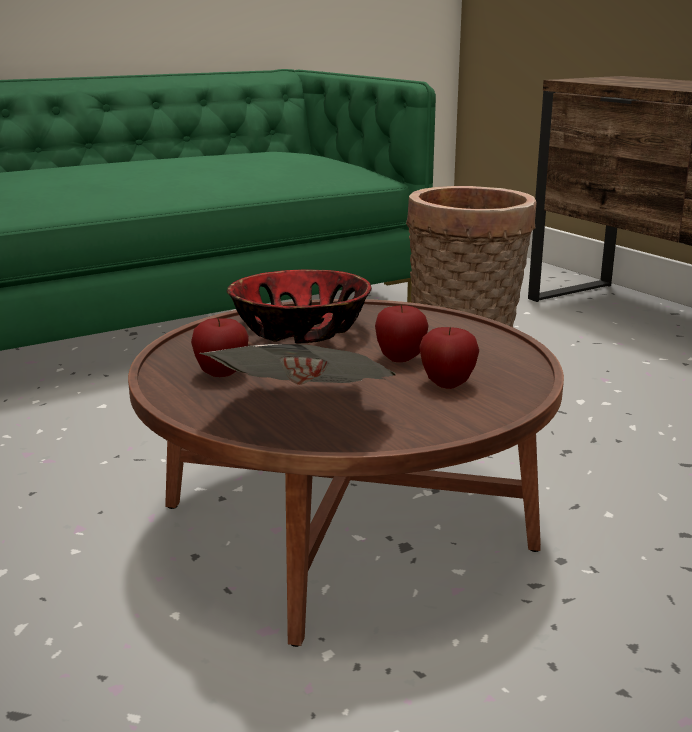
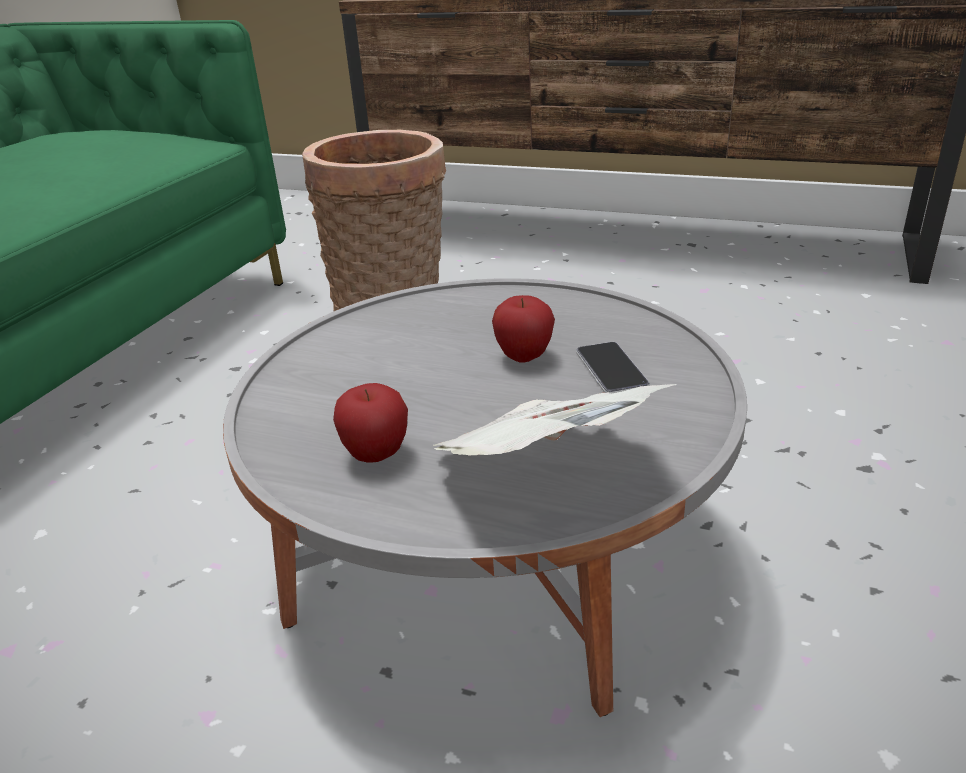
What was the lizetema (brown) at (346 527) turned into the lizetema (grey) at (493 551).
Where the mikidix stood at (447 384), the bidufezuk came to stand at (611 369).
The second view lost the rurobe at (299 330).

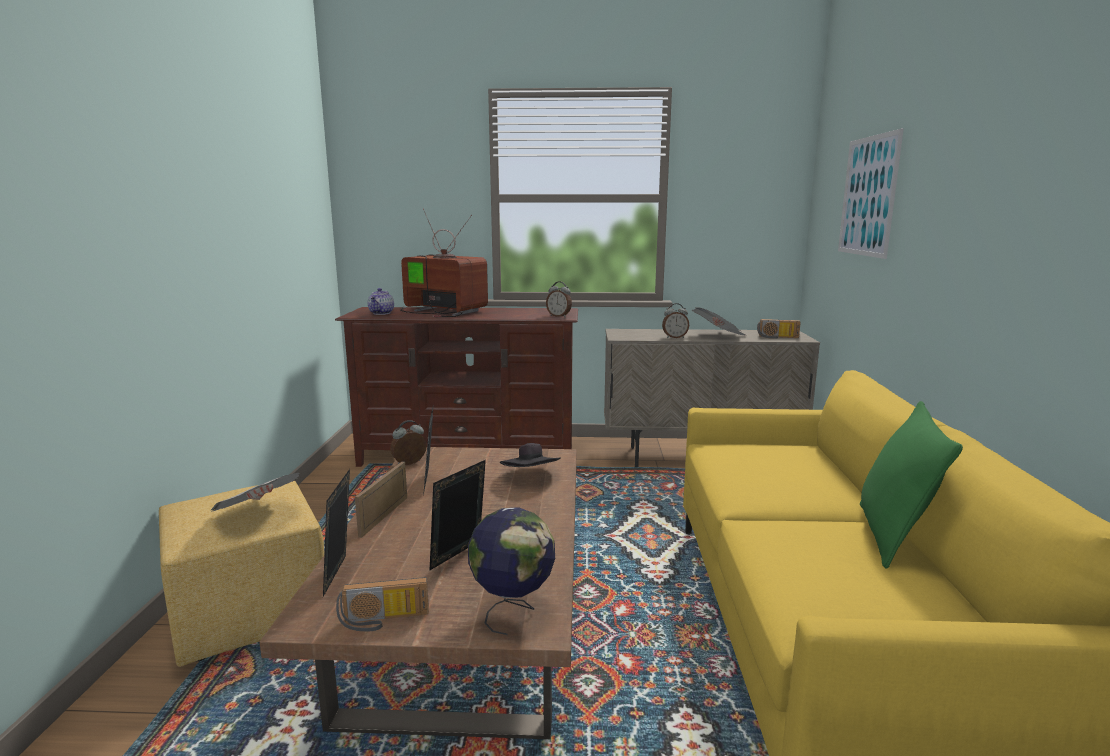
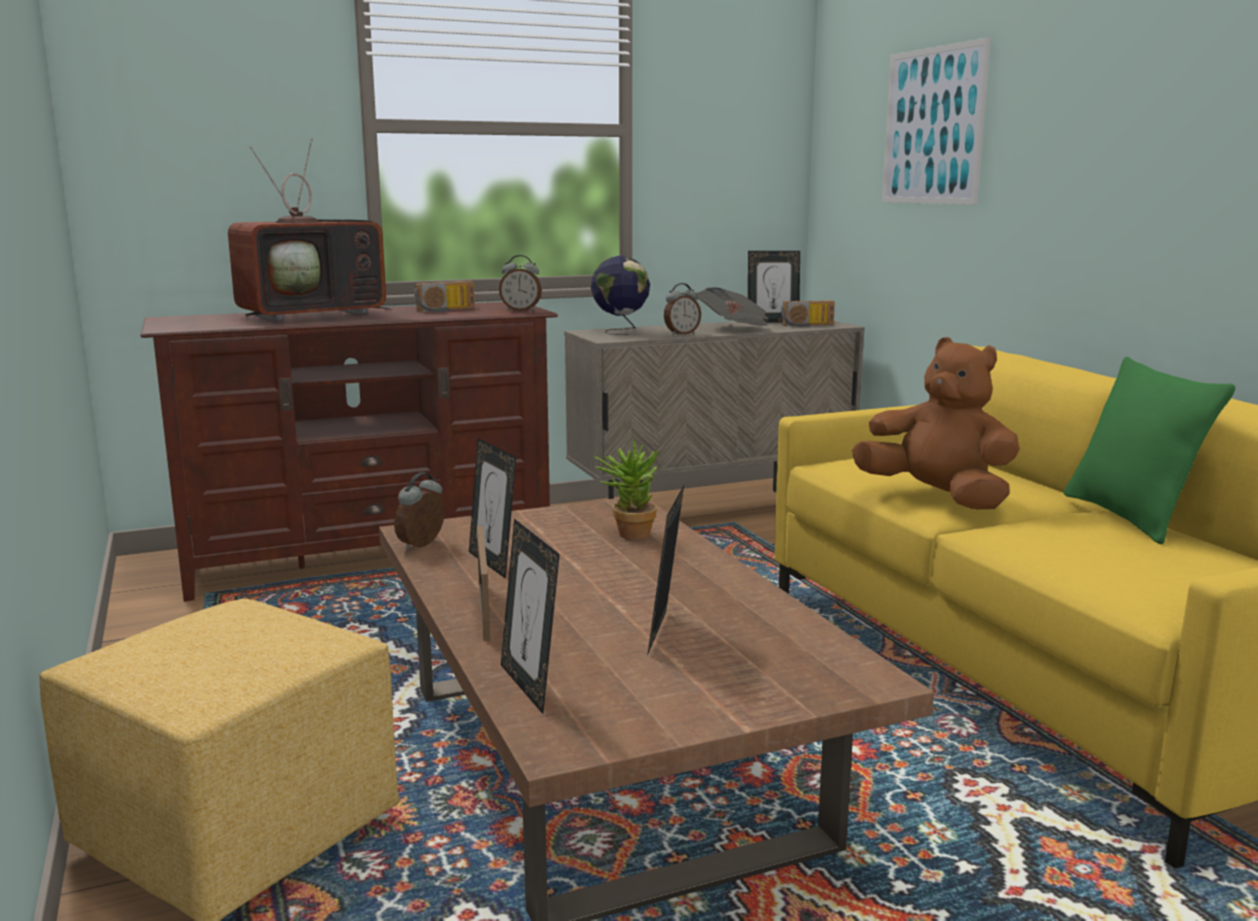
The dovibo at (441 311) ended up facing another way, 135 degrees clockwise from before.
The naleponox ended up elsewhere, having gone from (383 621) to (446 310).
The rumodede ended up elsewhere, having gone from (512 611) to (620 331).
Where the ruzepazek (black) stood at (531 477), the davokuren came to stand at (628 533).
The second view gained the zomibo at (772 321).
The second view gained the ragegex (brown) at (937 497).
The second view lost the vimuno at (258 513).
The second view lost the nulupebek at (382 313).

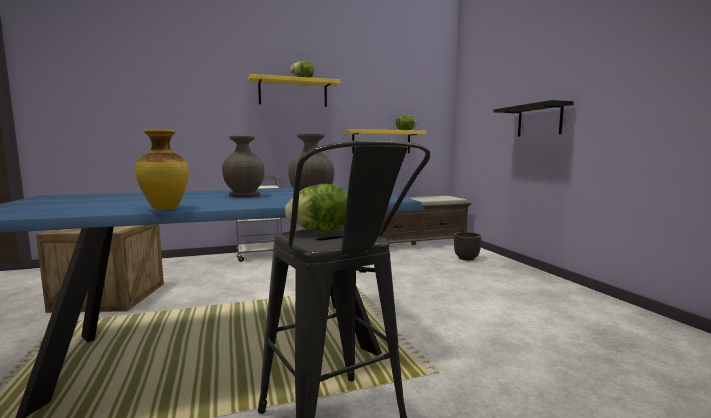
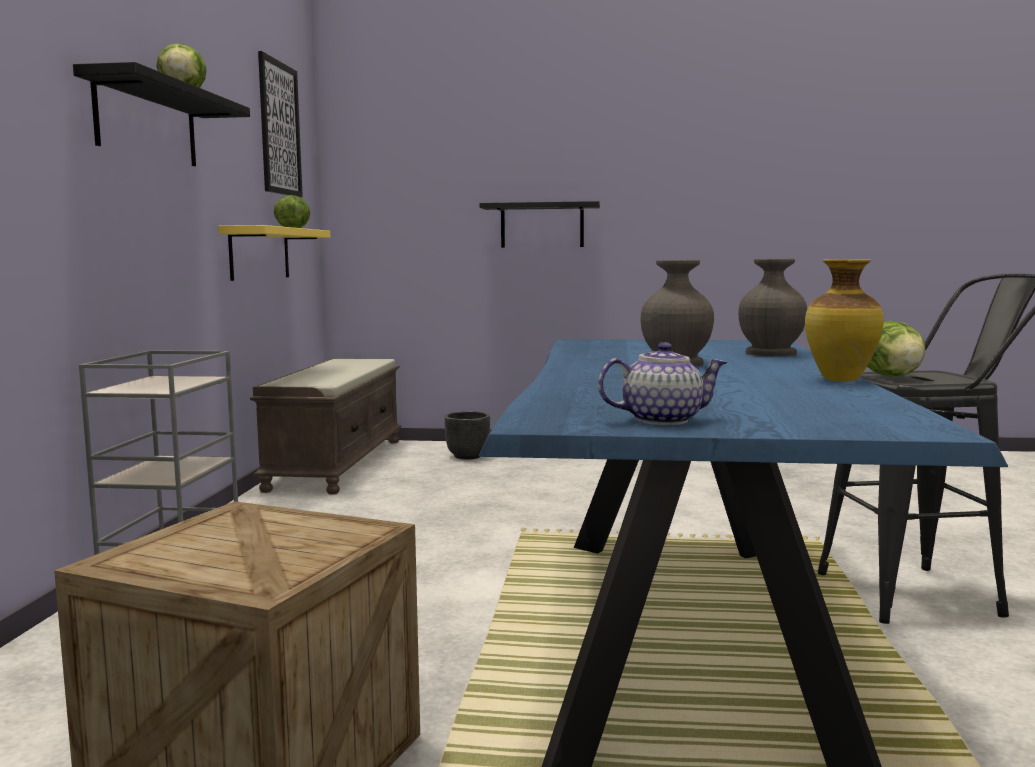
What was the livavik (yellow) at (293 93) turned into the livavik (black) at (147 123).
The second view gained the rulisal at (279 128).
The second view gained the nulupebek at (662 420).

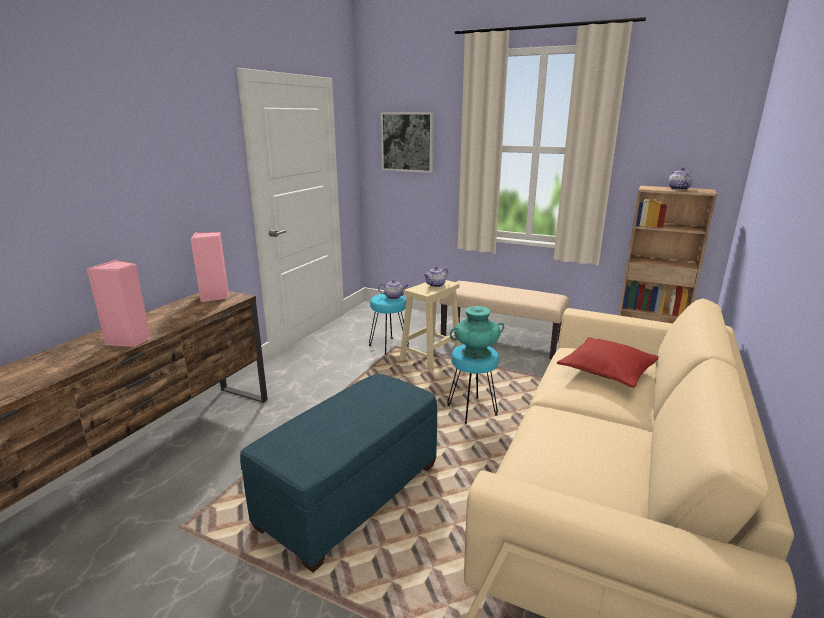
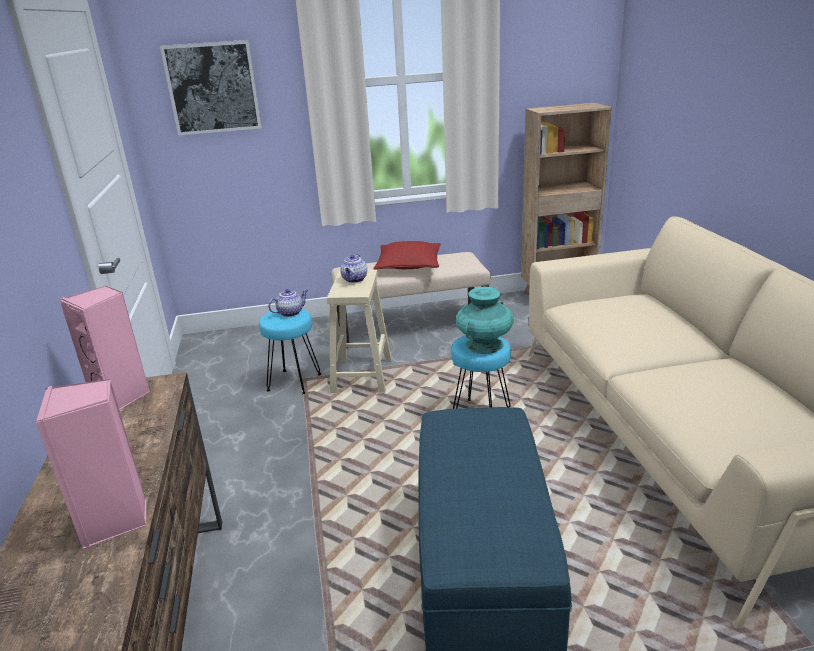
The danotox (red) ended up elsewhere, having gone from (607 371) to (409 265).
The second view lost the nulupebek at (678 189).

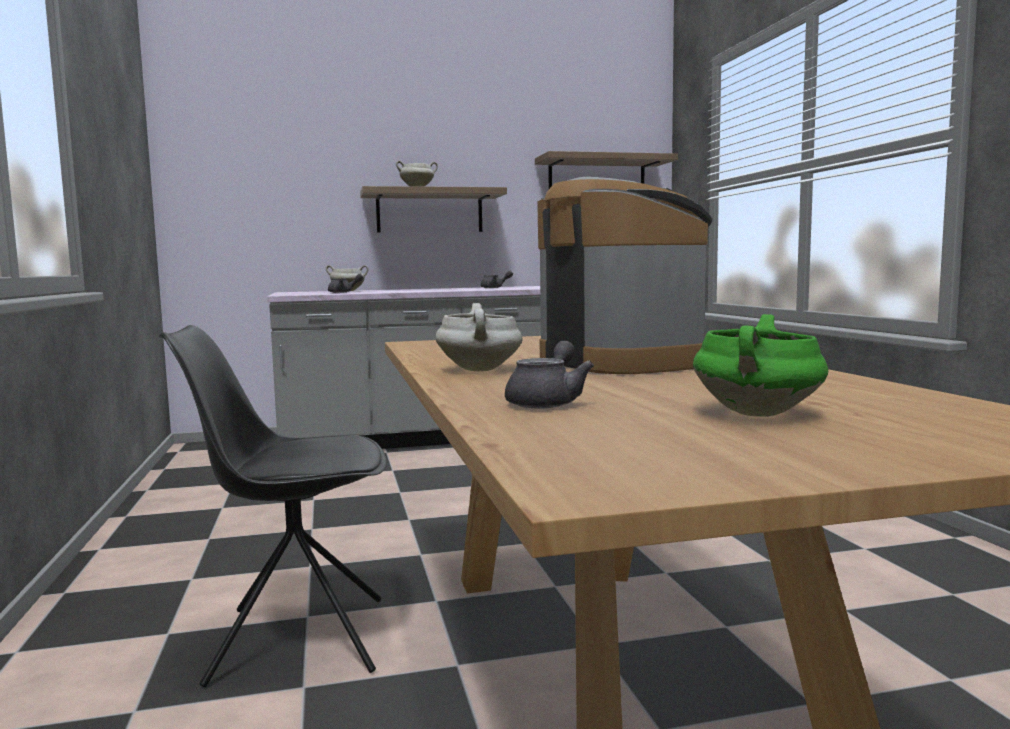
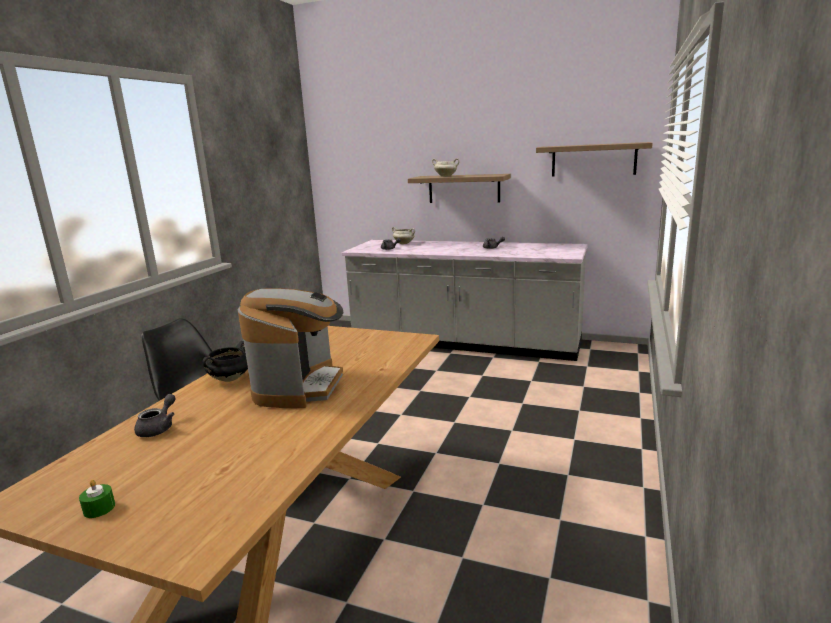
The second view gained the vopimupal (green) at (99 508).
The nulupebek (grey) at (548 402) ended up facing another way, 45 degrees counterclockwise from before.
What was the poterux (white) at (481 370) turned into the poterux (black) at (230 379).
The second view lost the poterux (green) at (758 413).

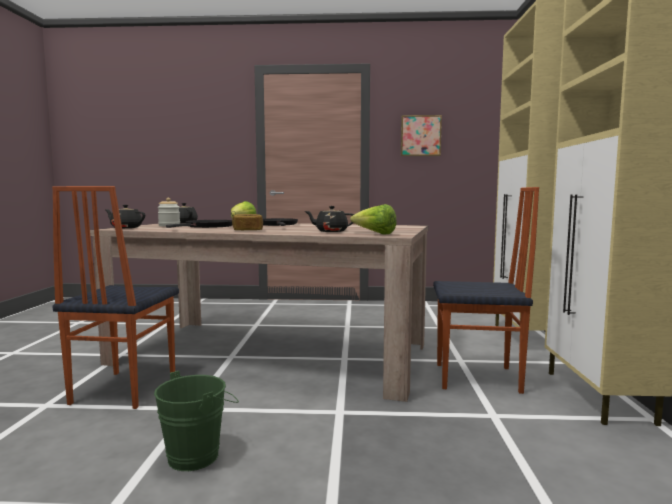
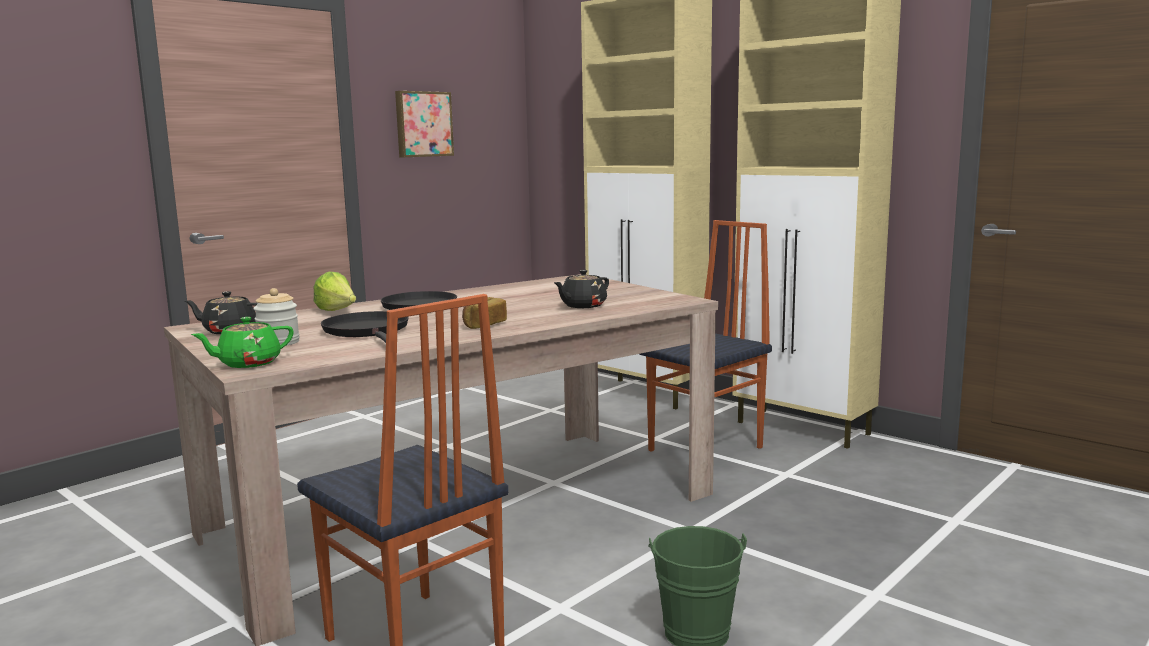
What was the nulupebek (black) at (126 228) turned into the nulupebek (green) at (248 363).
The second view lost the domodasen at (375 234).

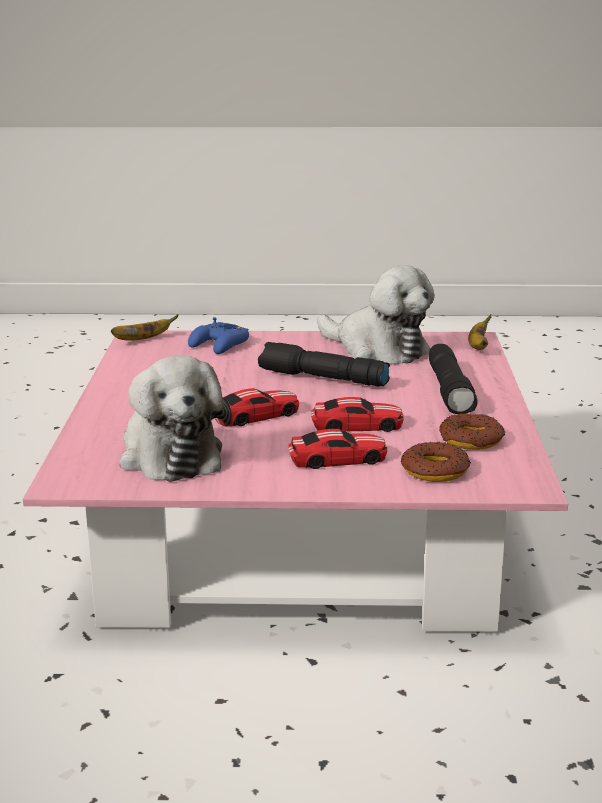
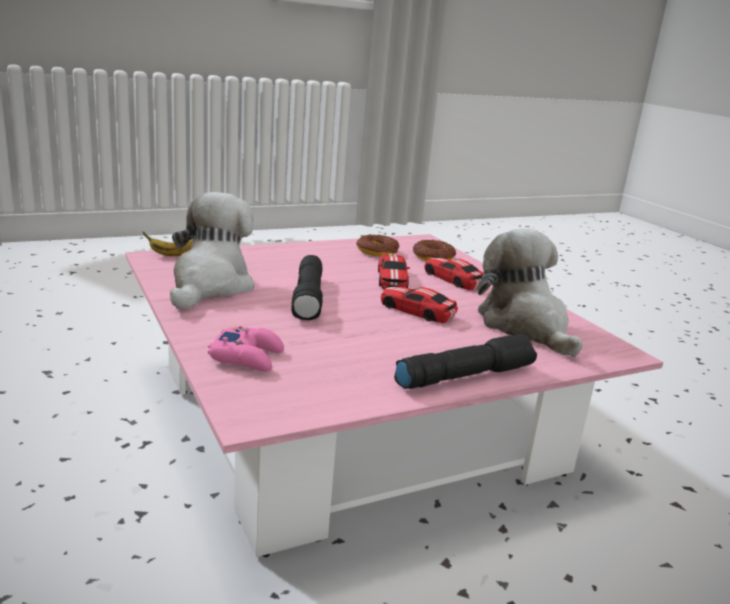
What was the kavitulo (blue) at (219 345) turned into the kavitulo (pink) at (247 357).
The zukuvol at (356 425) ended up facing another way, 150 degrees counterclockwise from before.
The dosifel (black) ended up elsewhere, having gone from (451 391) to (464 376).
The ragegex at (169 455) ended up facing another way, 60 degrees counterclockwise from before.
The second view lost the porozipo at (142 340).

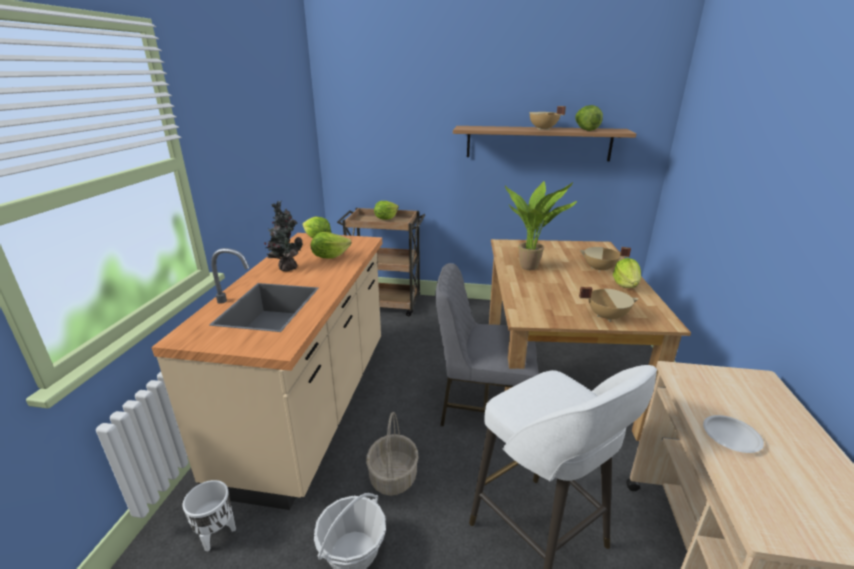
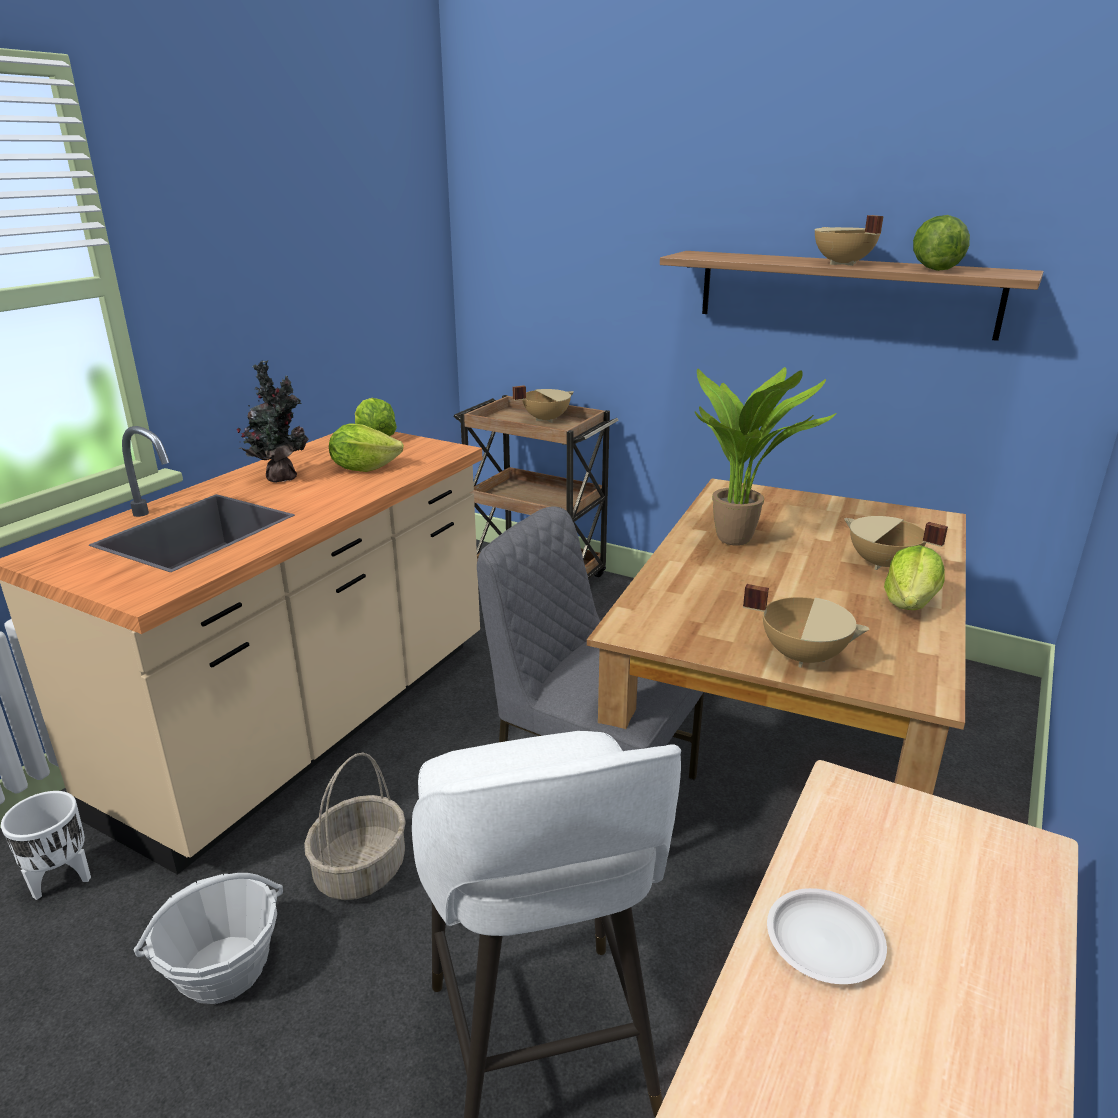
Where the domodasen stood at (386 218), the poterux (beige) came to stand at (545 419).

